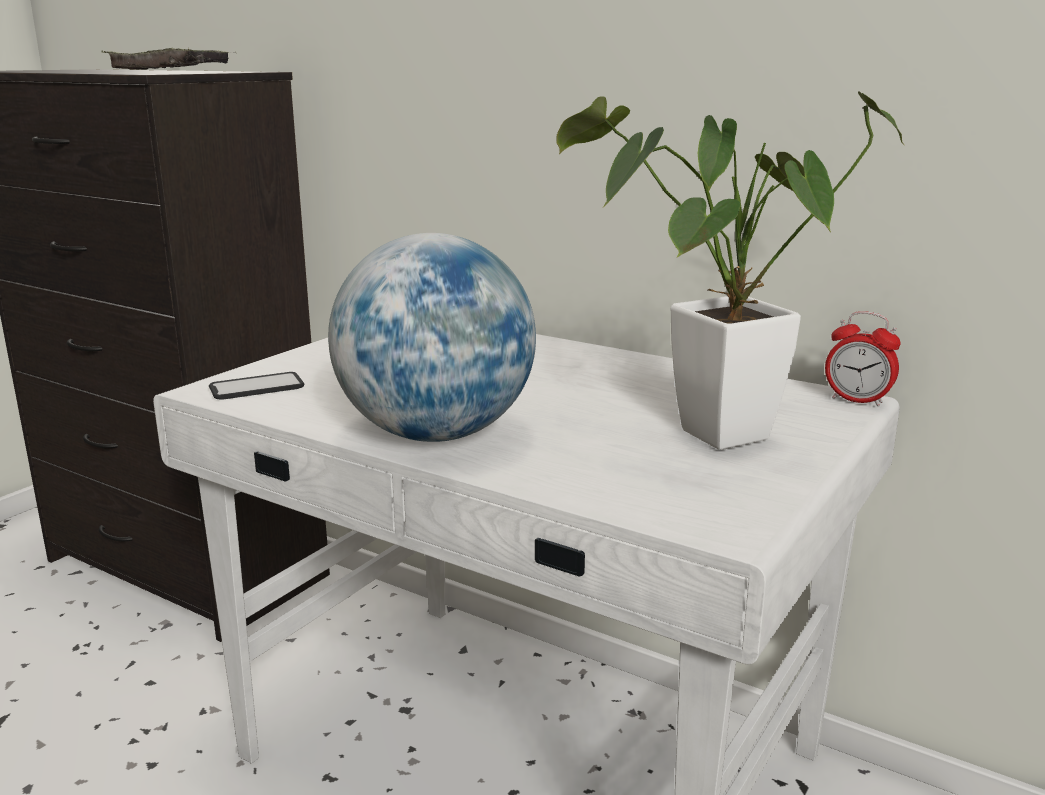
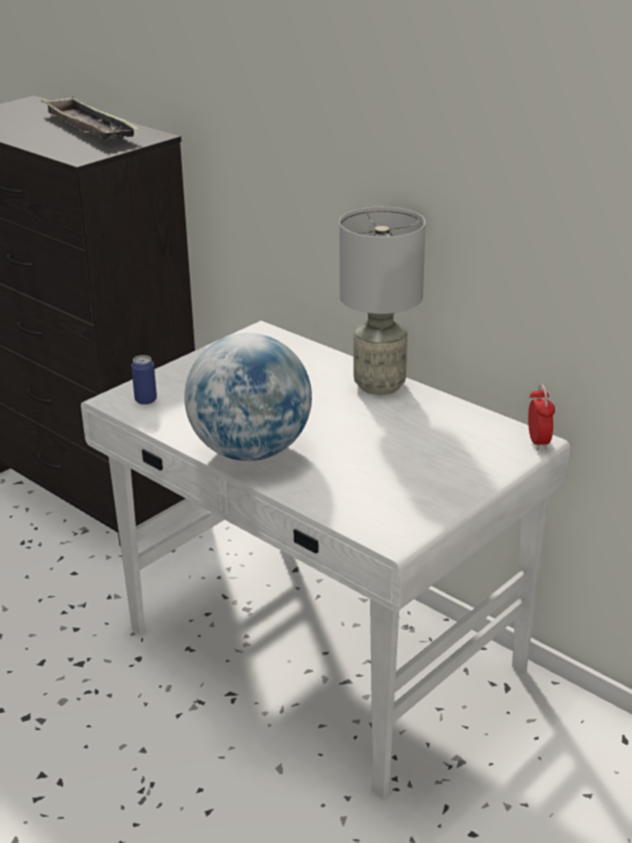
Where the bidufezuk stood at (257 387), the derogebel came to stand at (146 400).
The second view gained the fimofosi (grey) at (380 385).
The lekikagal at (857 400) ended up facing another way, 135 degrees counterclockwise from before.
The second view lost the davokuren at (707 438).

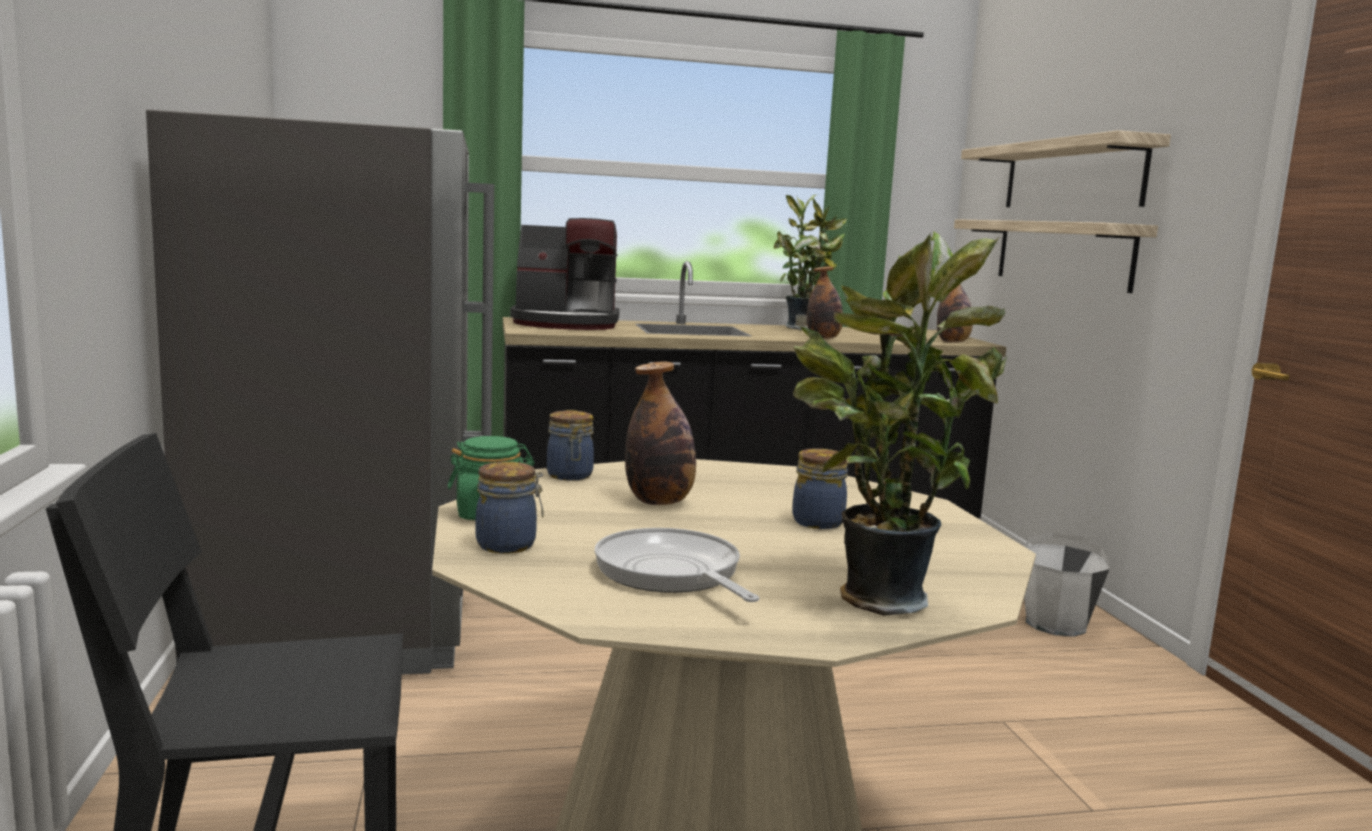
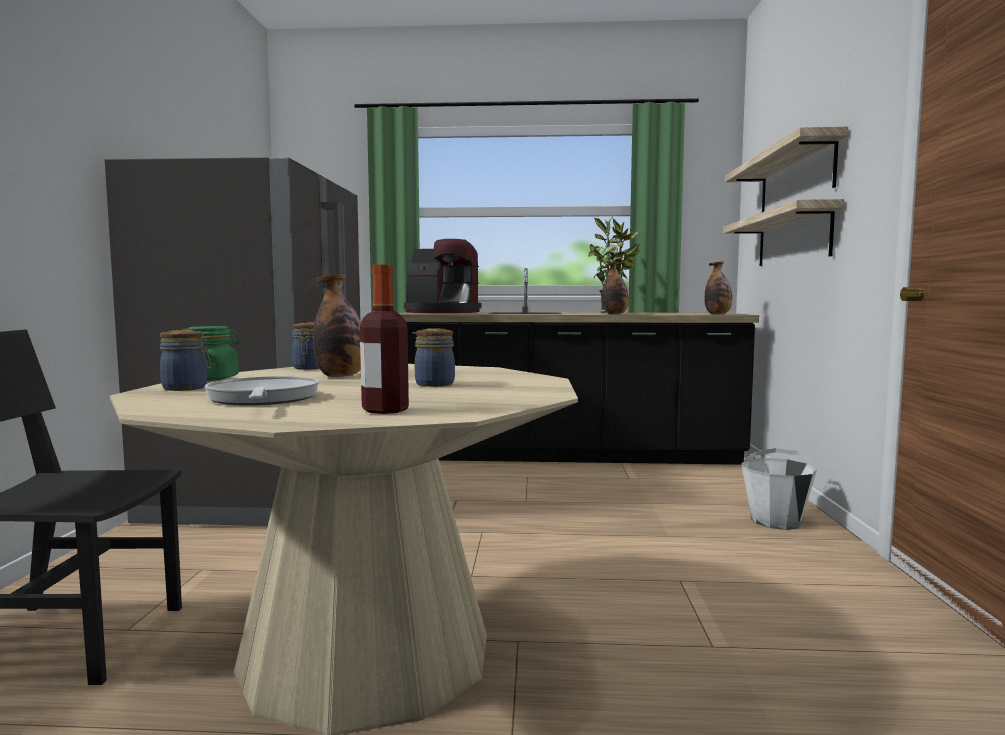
Where the davokuren stood at (874 597), the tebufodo came to stand at (385 410).

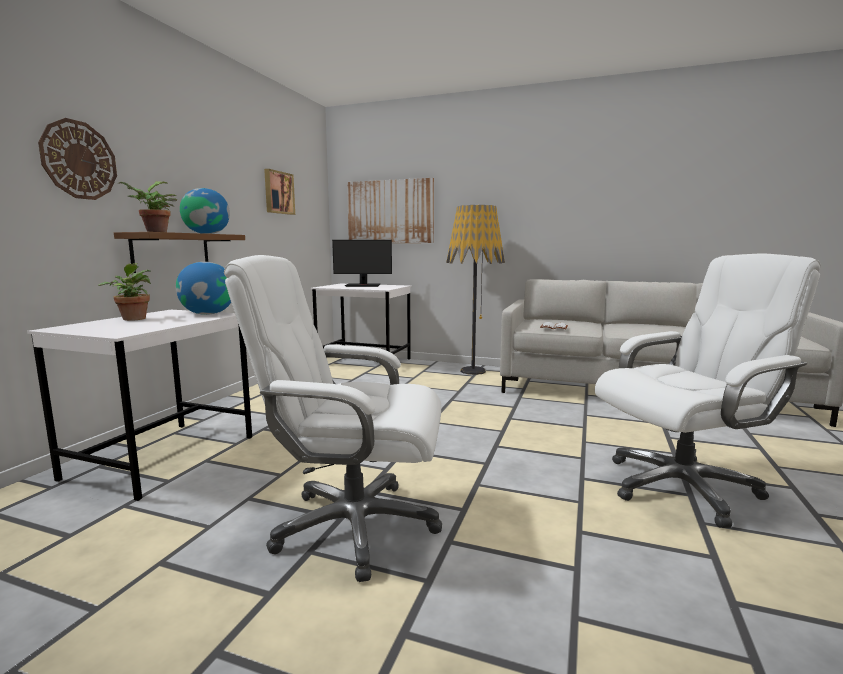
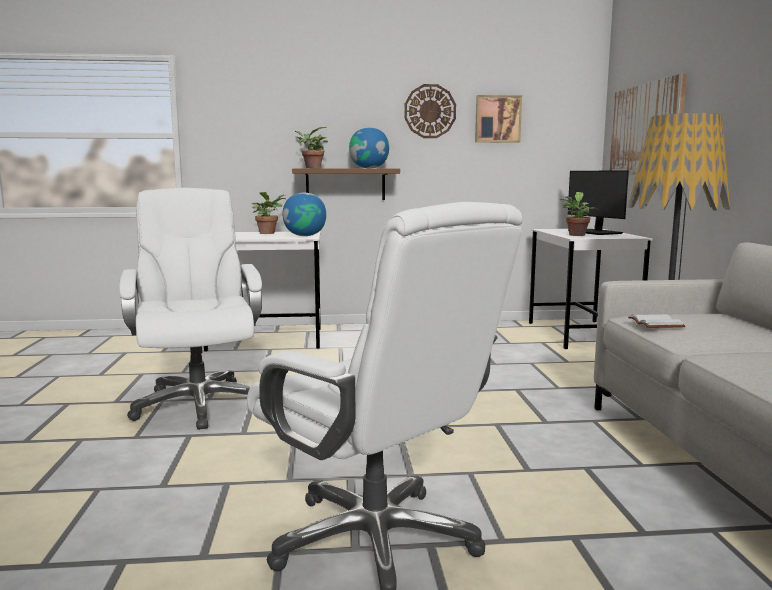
The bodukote ended up elsewhere, having gone from (79 160) to (430 111).
The second view gained the davokuren at (576 235).

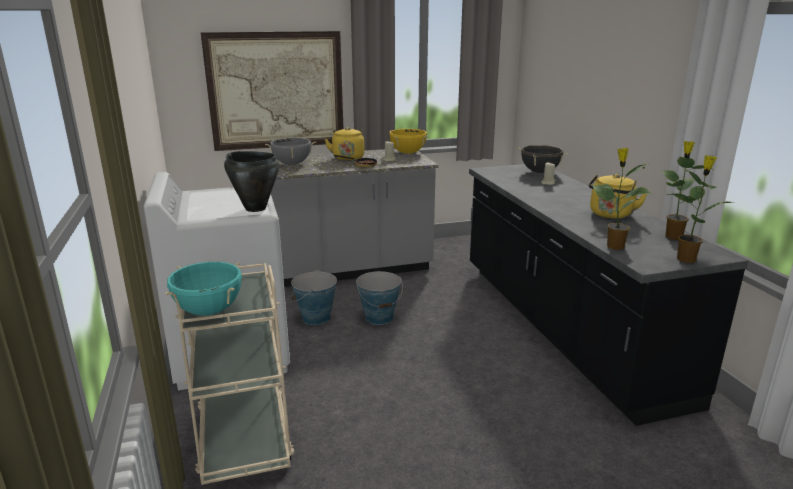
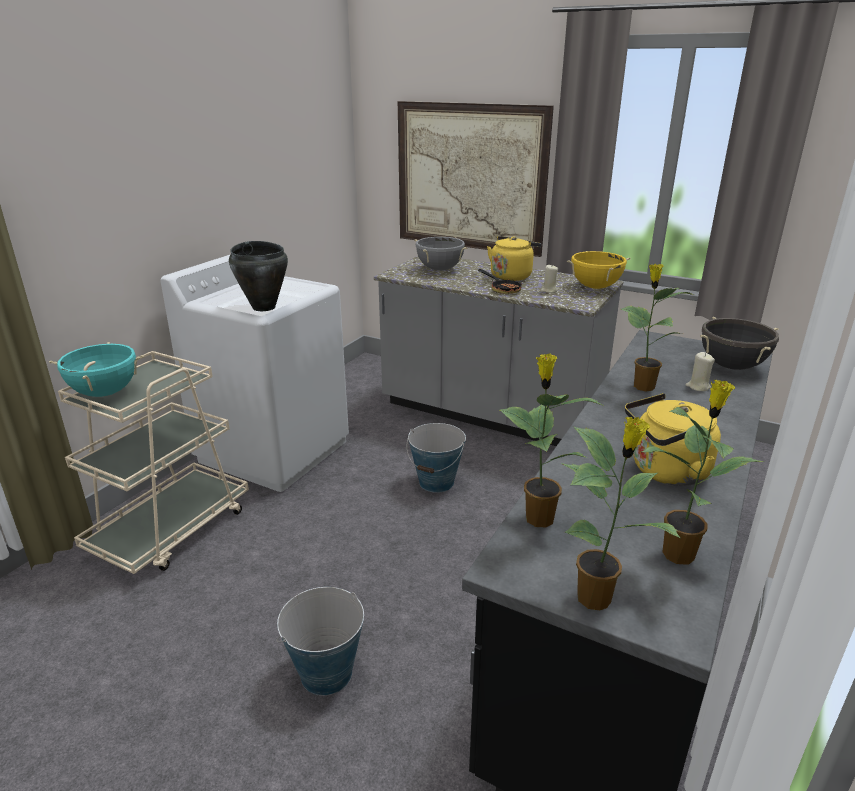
The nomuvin ended up elsewhere, having gone from (316 318) to (326 673).
The second view gained the davokuren at (642 386).

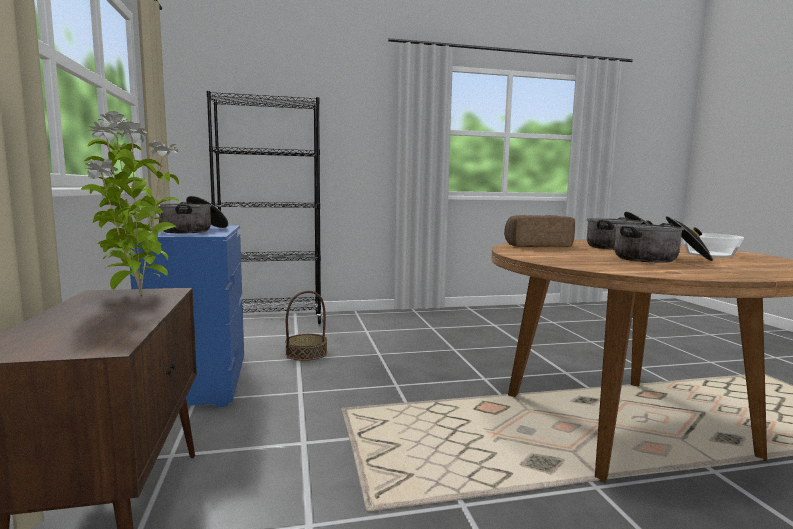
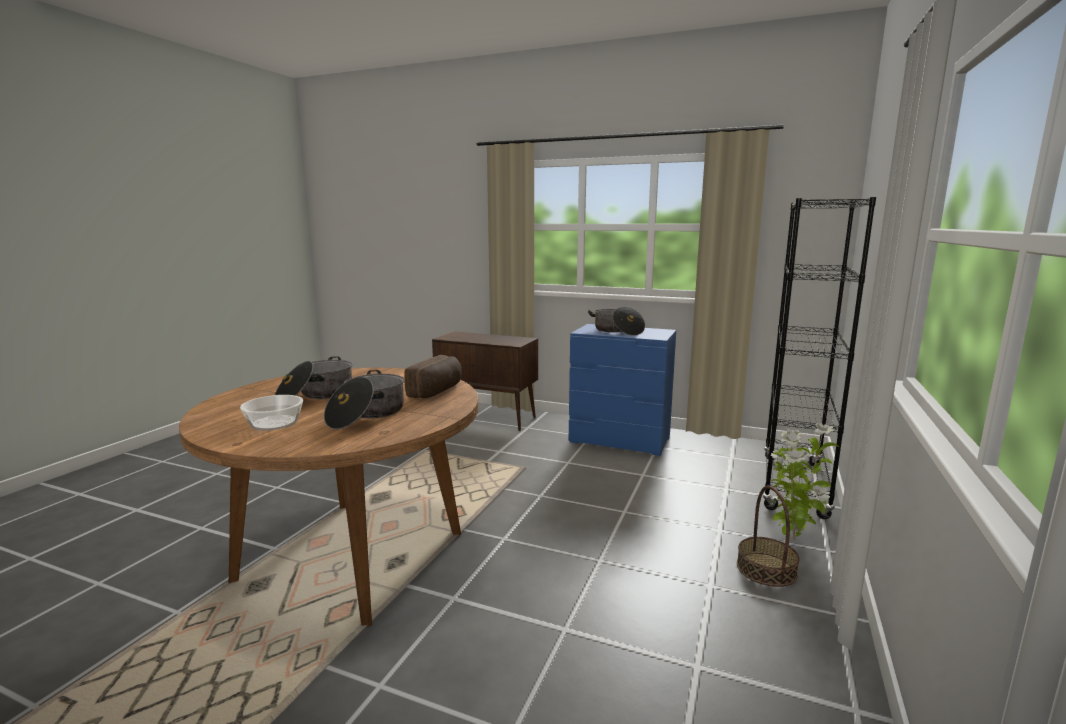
The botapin ended up elsewhere, having gone from (306 353) to (766 569).
The davokuren ended up elsewhere, having gone from (138 294) to (791 539).

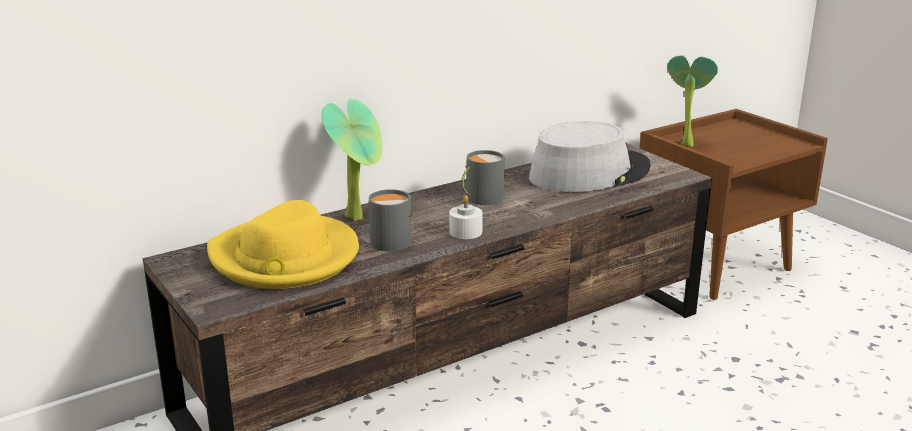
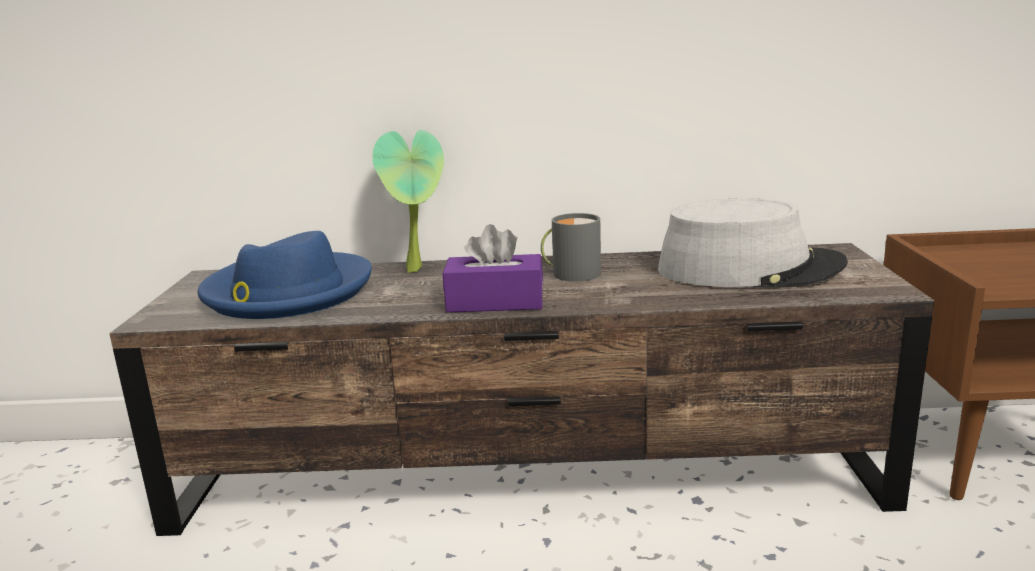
What was the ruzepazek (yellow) at (285 258) turned into the ruzepazek (blue) at (287 292).
Where the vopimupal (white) stood at (465 232), the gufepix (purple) came to stand at (495 302).
The second view lost the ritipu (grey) at (391 240).
The second view lost the davokuren at (684 144).

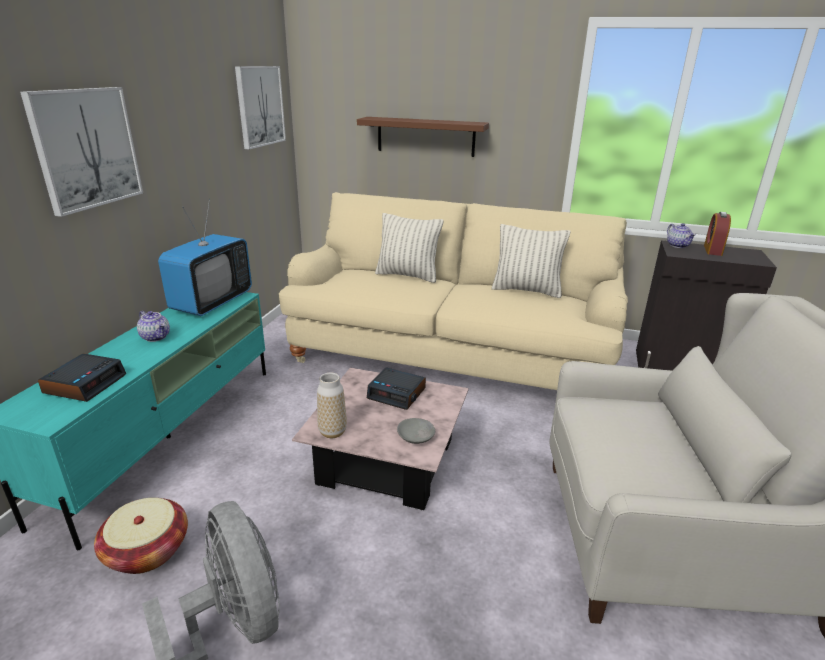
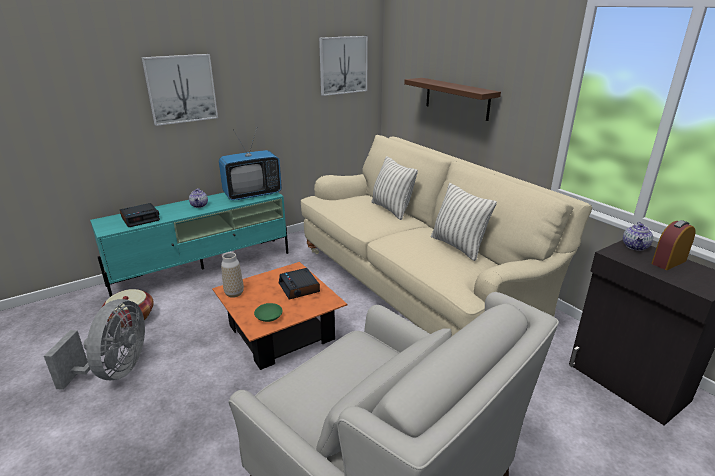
What was the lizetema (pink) at (387 461) turned into the lizetema (orange) at (281 332).
What was the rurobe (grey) at (416 437) turned into the rurobe (green) at (269 317).

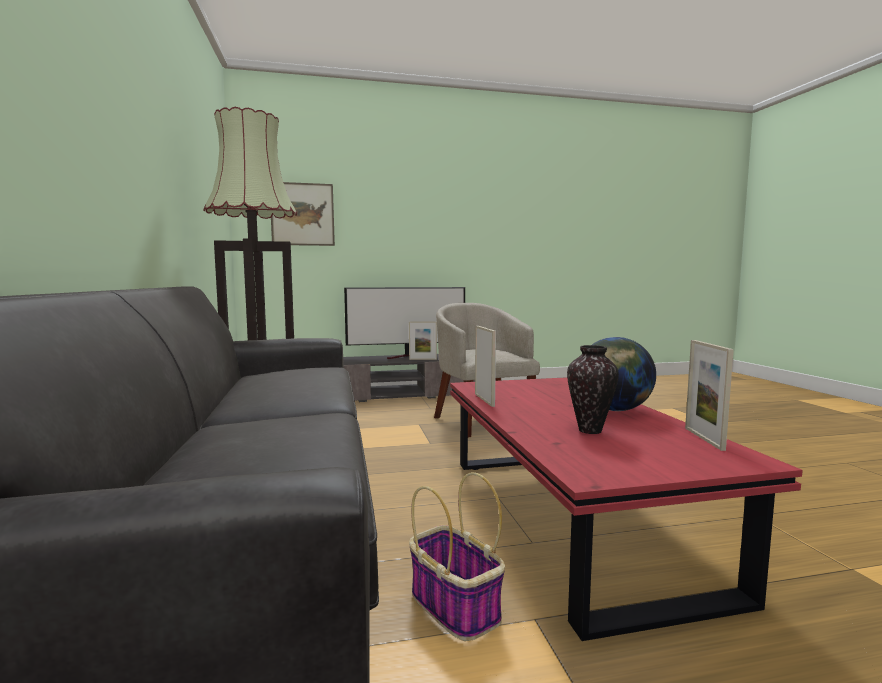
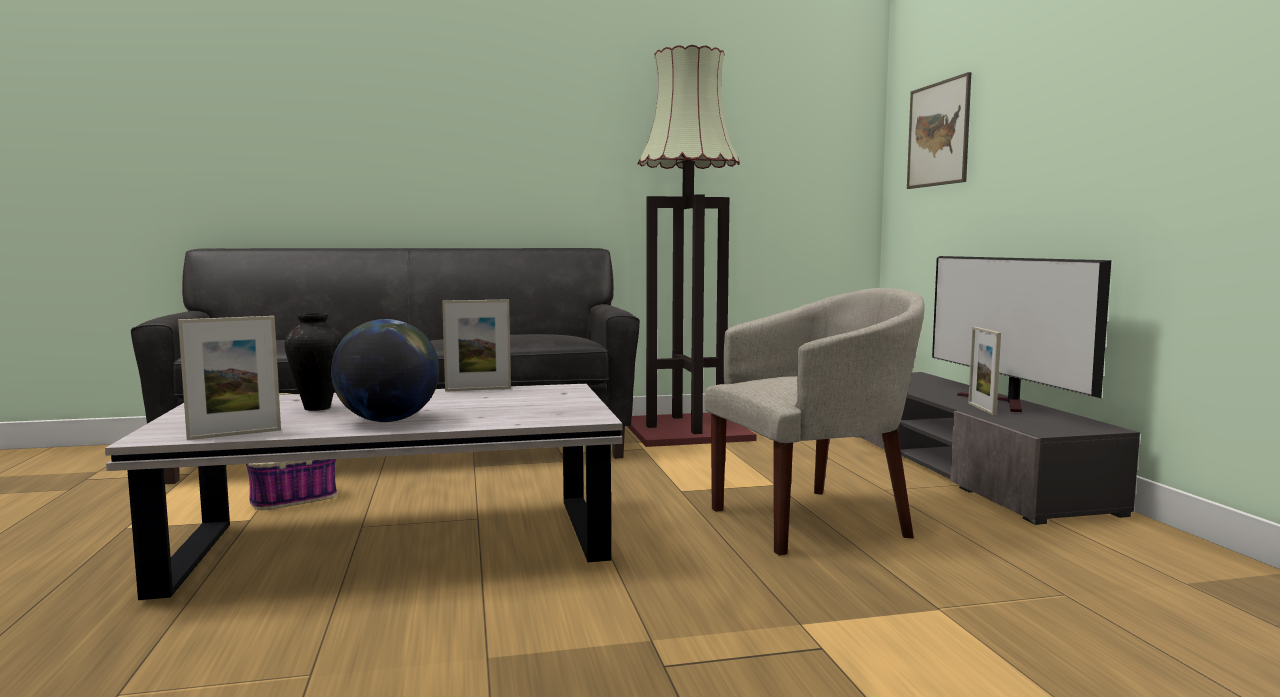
What was the lizetema (red) at (570 519) turned into the lizetema (white) at (397 546).
The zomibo at (704 438) ended up facing another way, 150 degrees clockwise from before.

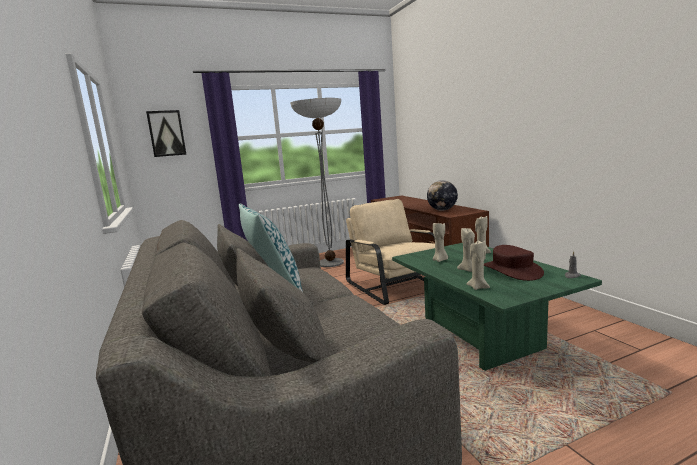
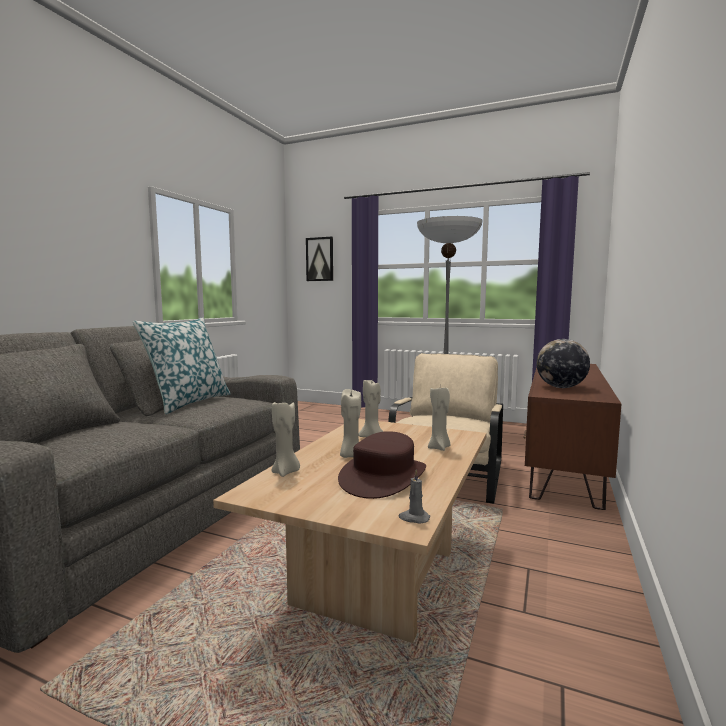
What was the lizetema (green) at (482 339) turned into the lizetema (beige) at (377 577).

